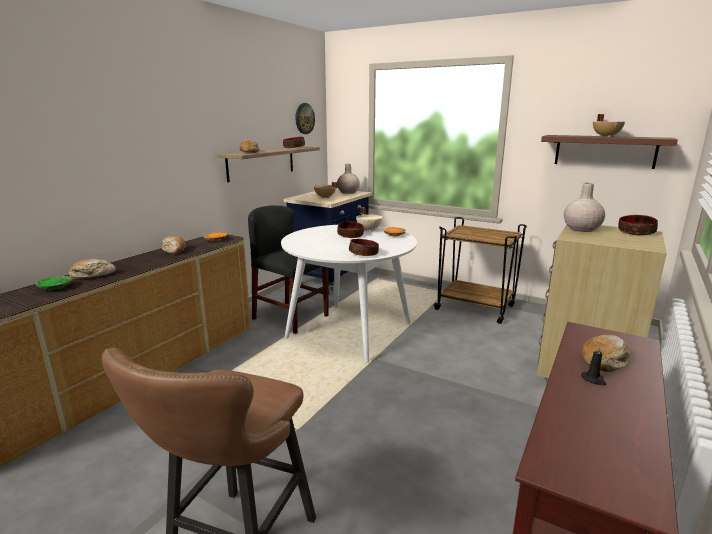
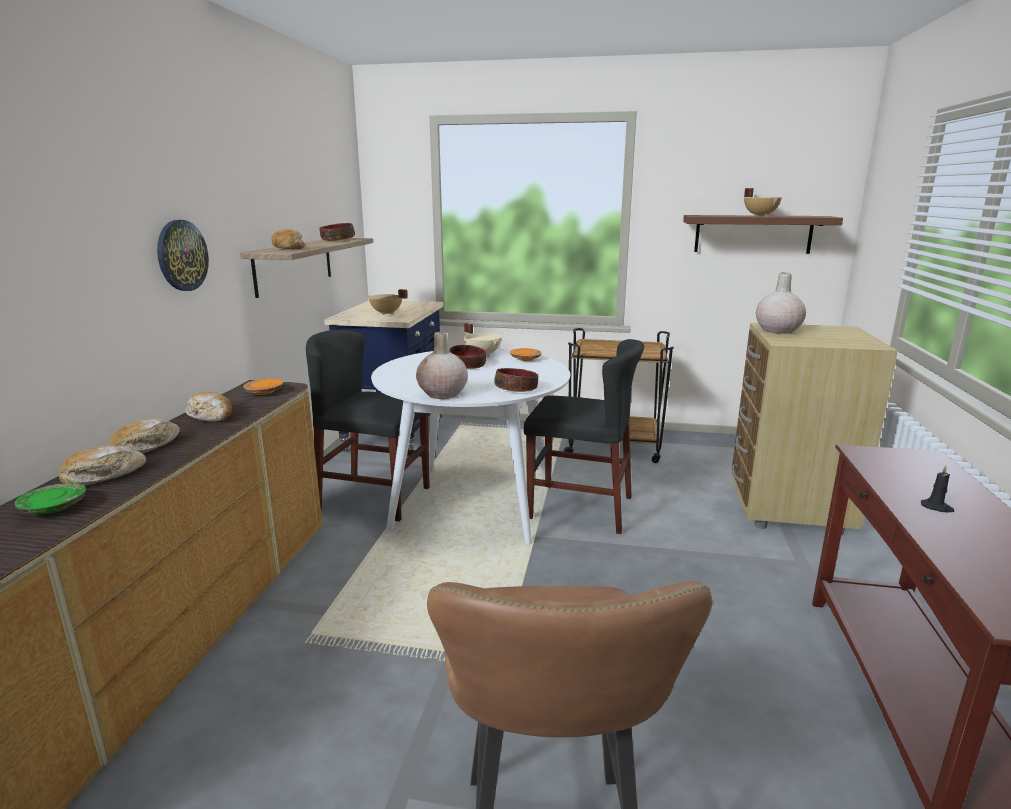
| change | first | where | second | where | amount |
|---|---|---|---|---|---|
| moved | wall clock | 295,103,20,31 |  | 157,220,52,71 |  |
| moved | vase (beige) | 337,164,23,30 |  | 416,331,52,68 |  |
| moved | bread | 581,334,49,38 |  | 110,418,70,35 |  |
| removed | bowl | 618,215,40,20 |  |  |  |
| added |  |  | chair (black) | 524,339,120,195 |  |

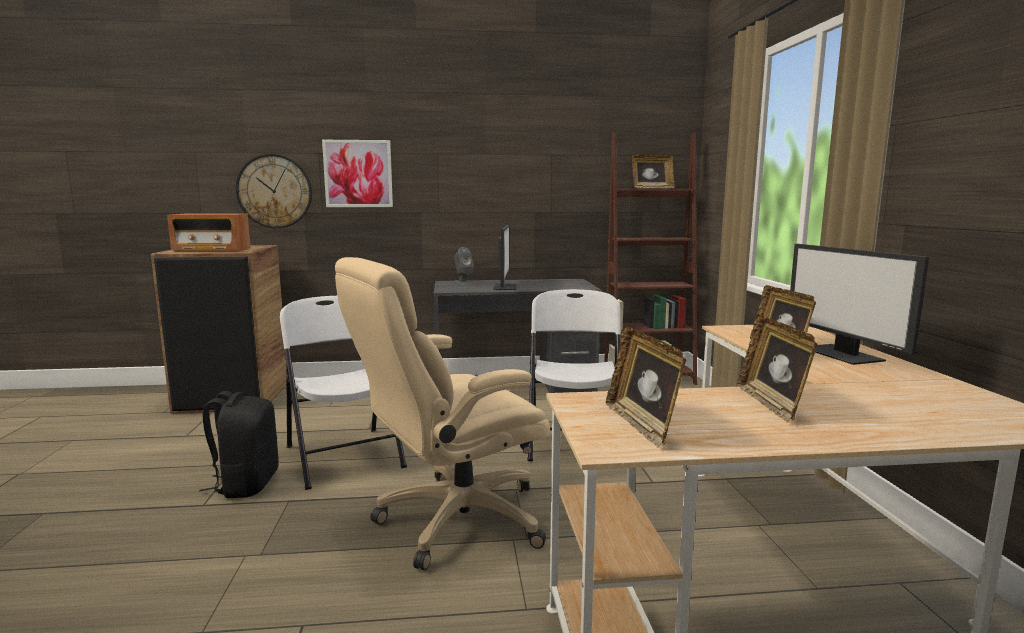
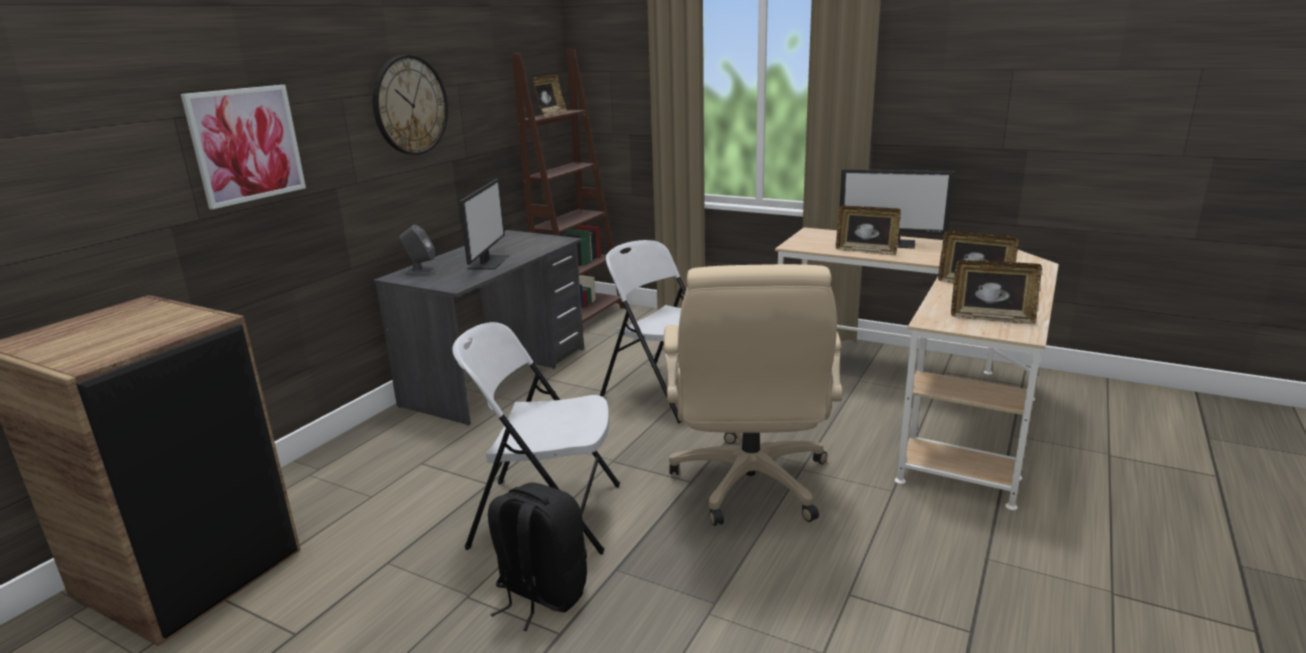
| change | first | where | second | where | amount |
|---|---|---|---|---|---|
| removed | radio | 167,214,84,38 |  |  |  |
| moved | wall clock | 236,154,76,74 |  | 373,55,75,100 |  |
| turned | monitor | 493,225,24,65 |  | 459,179,50,91 | 60 degrees clockwise |

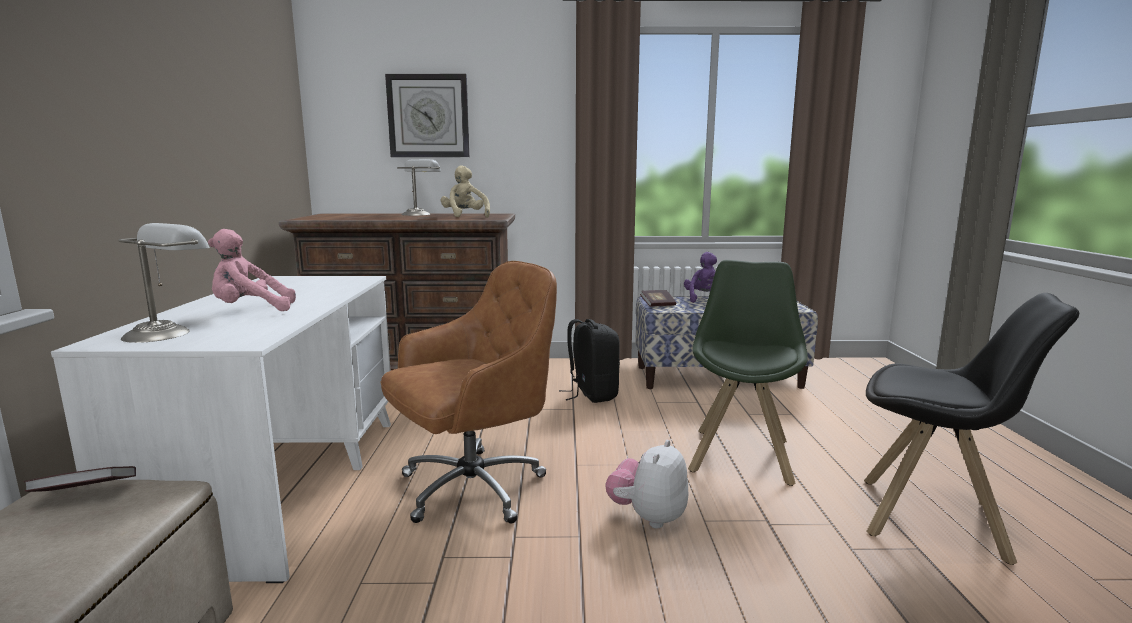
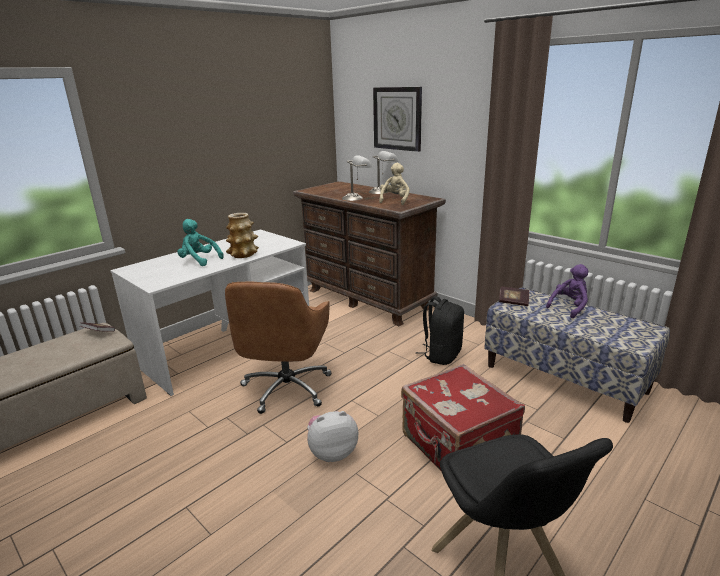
| change | first | where | second | where | amount |
|---|---|---|---|---|---|
| moved | table lamp (white) | 118,223,92,120 |  | 342,155,30,46 |  |
| recoloured | plush toy (pink) | 208,229,88,82 | plush toy (turquoise) | 177,219,47,47 |  |
| turned | office chair (brown) | 380,261,177,262 |  | 225,282,106,132 | 90 degrees clockwise |
| replaced | chair (green) | 688,260,120,226 | suitcase (red) | 401,364,124,108 |  |
| added |  |  | vase | 226,213,33,45 |  |

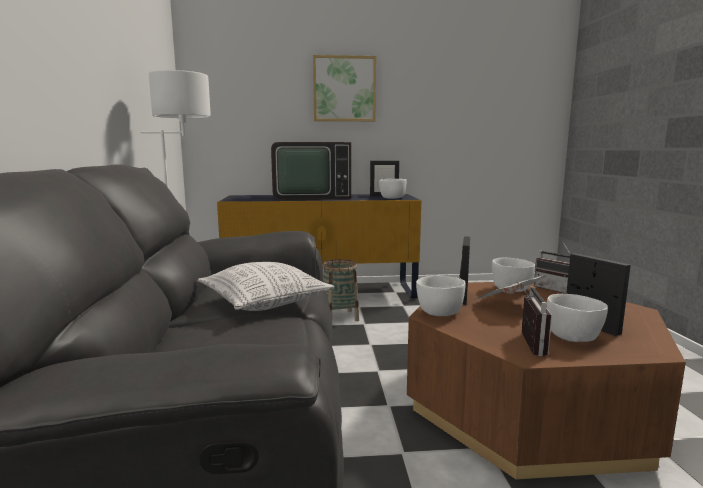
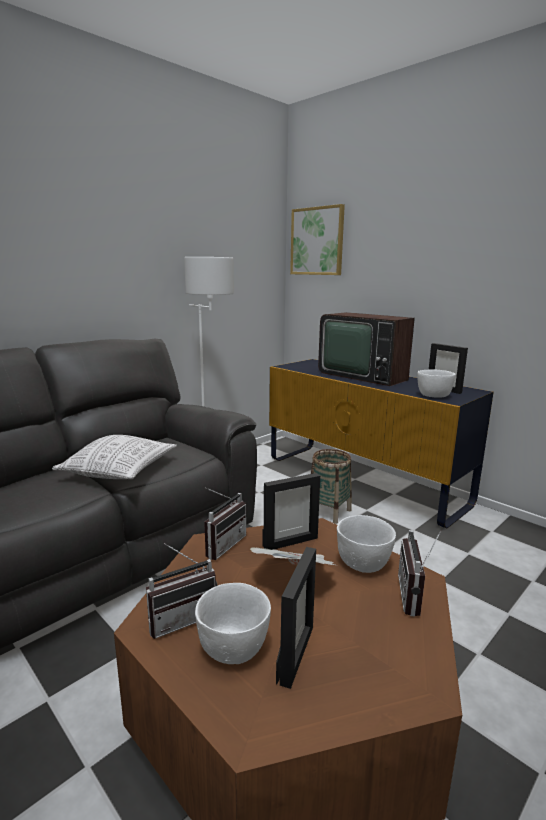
| change | first | where | second | where | amount |
|---|---|---|---|---|---|
| moved | picture | 313,55,63,66 |  | 290,204,55,71 |  |
| replaced | bowl (white) | 416,276,50,40 | radio | 204,488,42,72 |  |

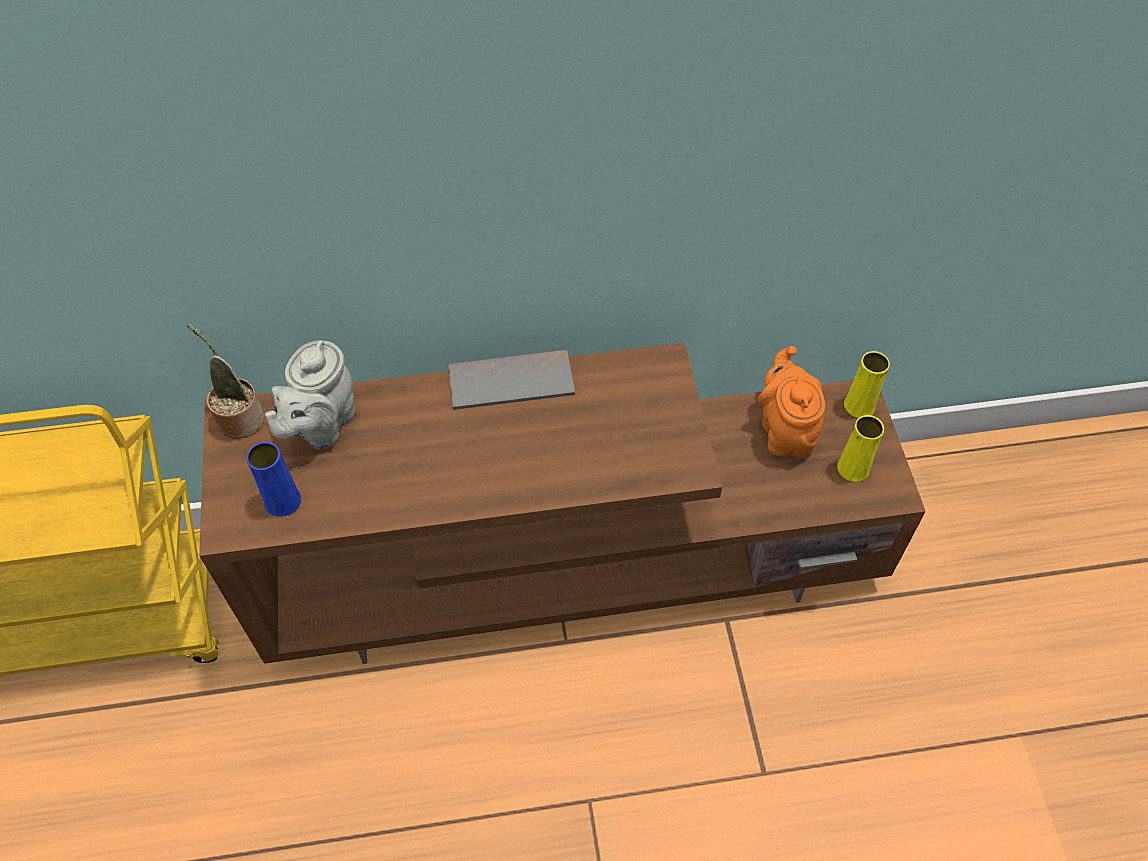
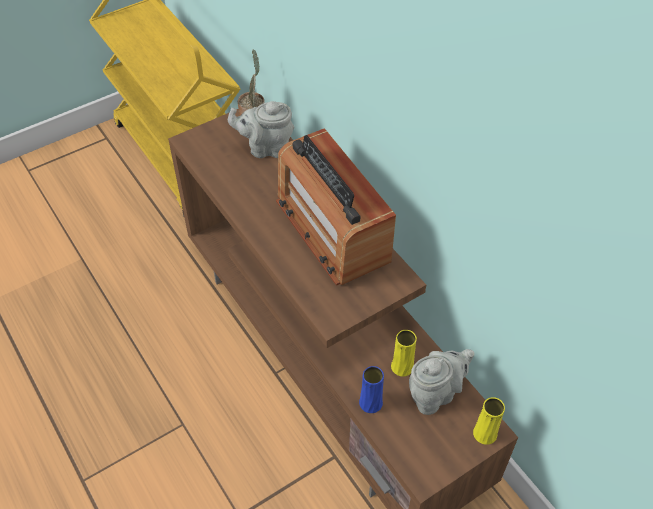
| change | first | where | second | where | amount |
|---|---|---|---|---|---|
| moved | vase (blue) | 247,442,54,75 |  | 359,366,25,47 |  |
| recoloured | teapot (orange) | 758,346,67,111 | teapot (grey) | 409,349,66,66 |  |
| moved | vase (yellow) | 837,415,47,67 |  | 391,330,26,47 |  |
| added |  |  | radio | 276,128,120,158 |  |

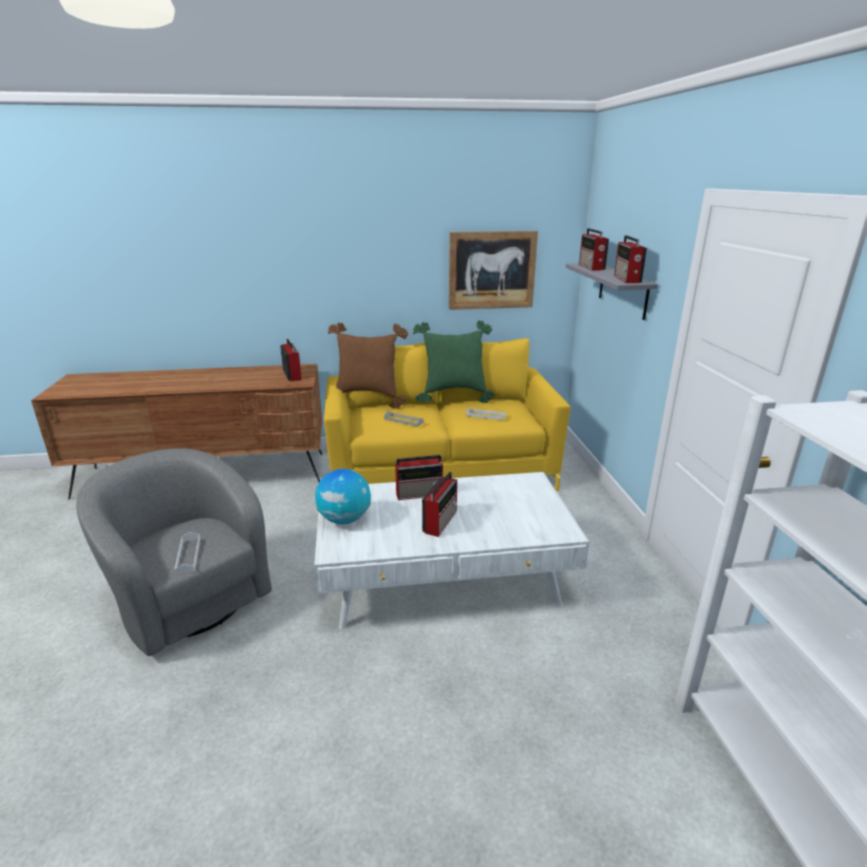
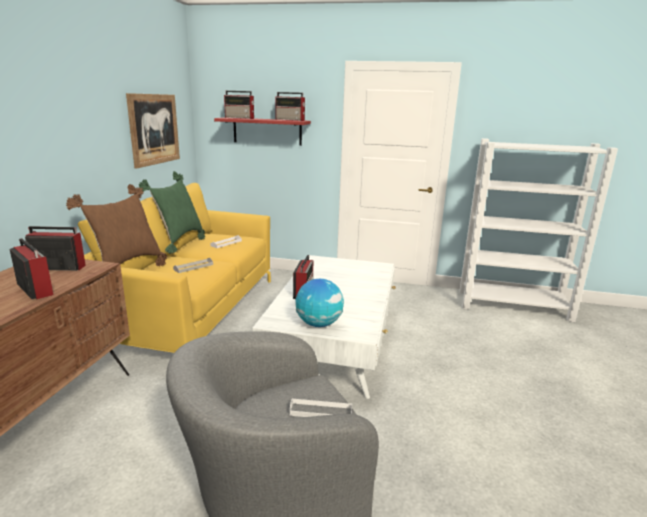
| change | first | where | second | where | amount |
|---|---|---|---|---|---|
| moved | radio | 422,472,35,65 |  | 9,238,44,61 |  |
| recoloured | shelf (grey) | 566,263,92,57 | shelf (red) | 214,117,97,29 |  |

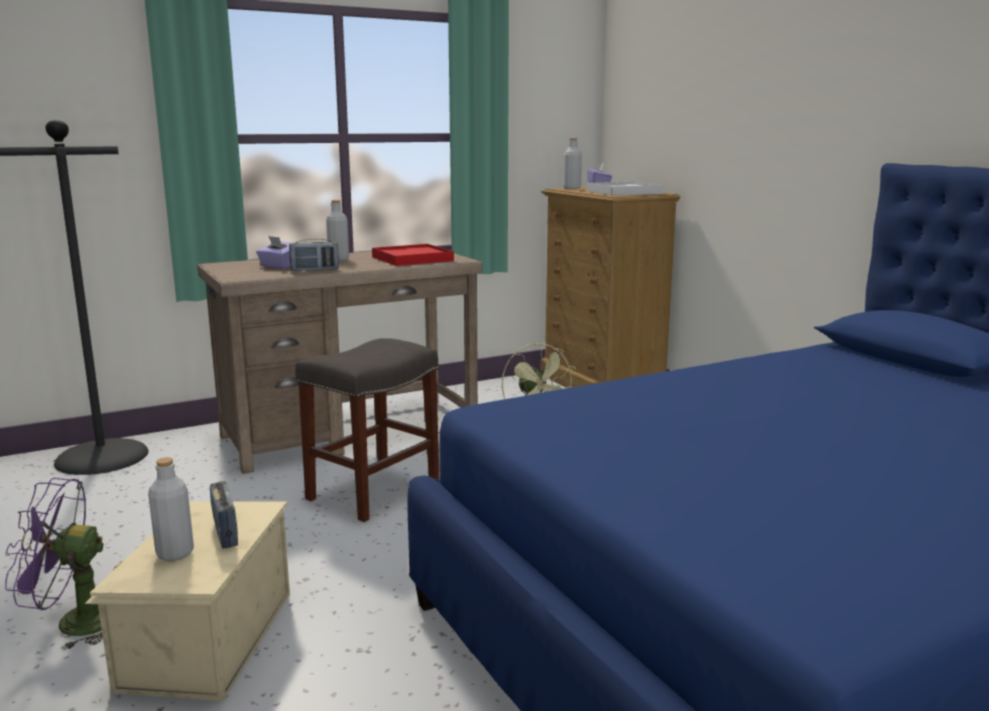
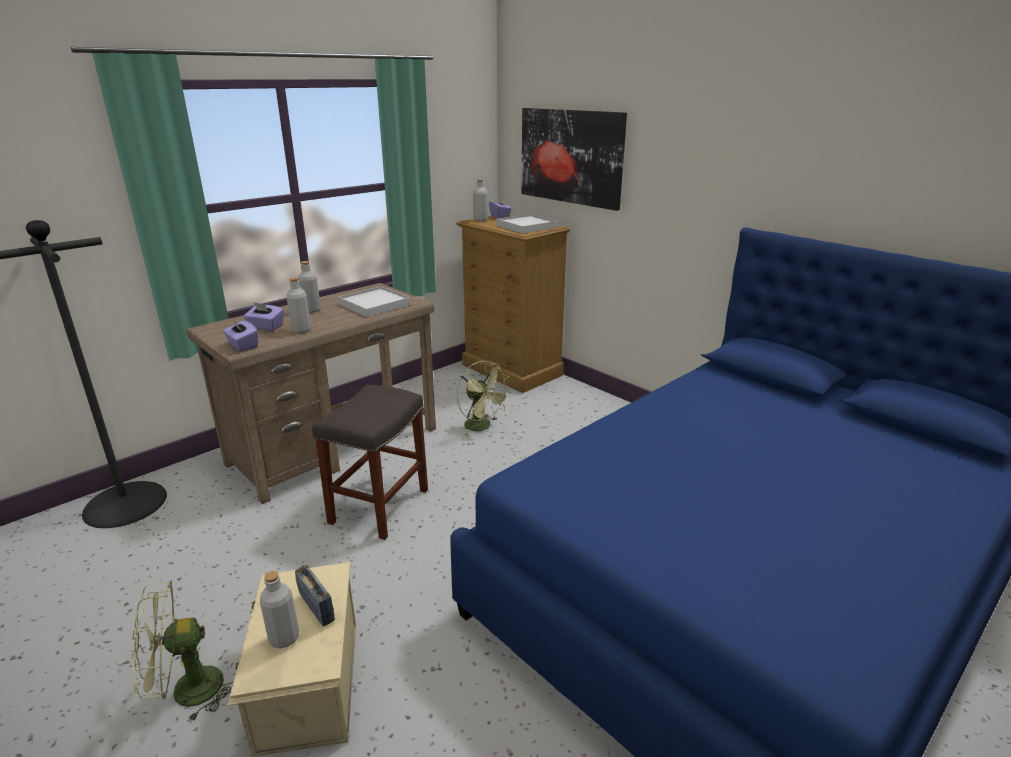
| change | first | where | second | where | amount |
|---|---|---|---|---|---|
| recoloured | fan (purple) | 5,478,99,172 | fan (green) | 132,581,101,142 |  |
| replaced | radio | 289,239,50,33 | bottle (grey) | 286,277,25,56 |  |
| recoloured | tray (red) | 372,244,82,22 | tray (white) | 338,286,73,31 |  |
| added |  |  | tissue box (purple) | 223,320,35,32 |  |
| added |  |  | picture | 521,108,106,103 |  |

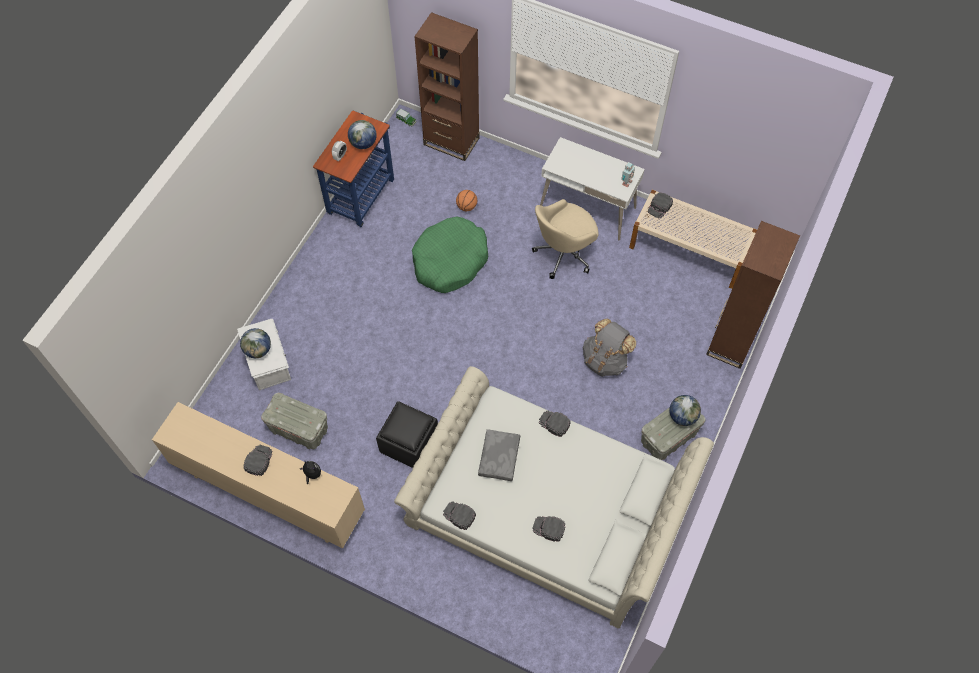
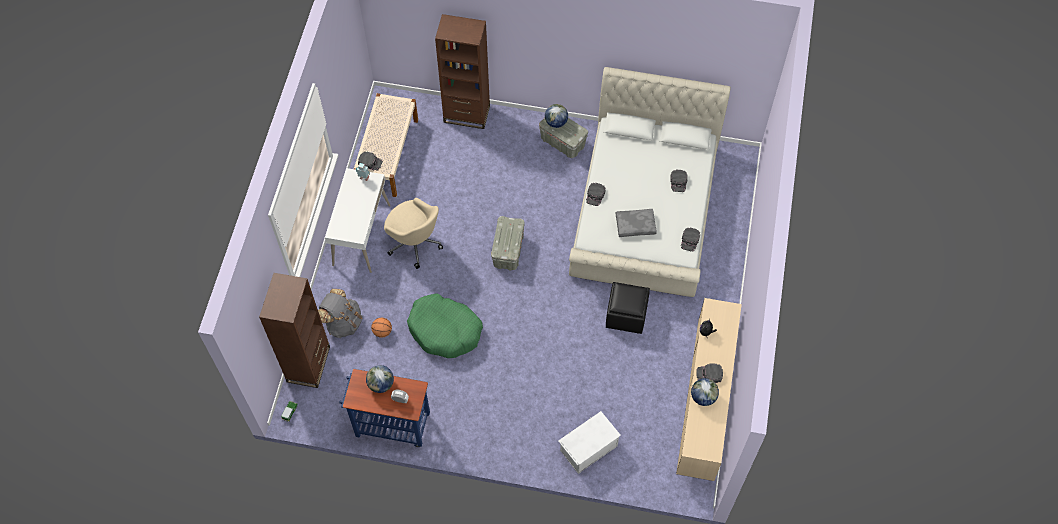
| change | first | where | second | where | amount |
|---|---|---|---|---|---|
| moved | globe | 240,328,31,30 |  | 691,378,28,28 |  |
| moved | storage box (grey) | 261,393,67,56 |  | 491,216,34,55 |  |
| moved | backpack (grey) | 583,319,53,58 |  | 318,289,45,49 |  |

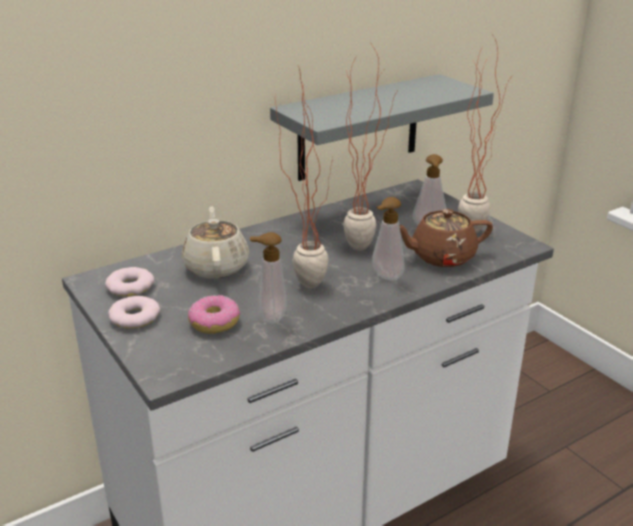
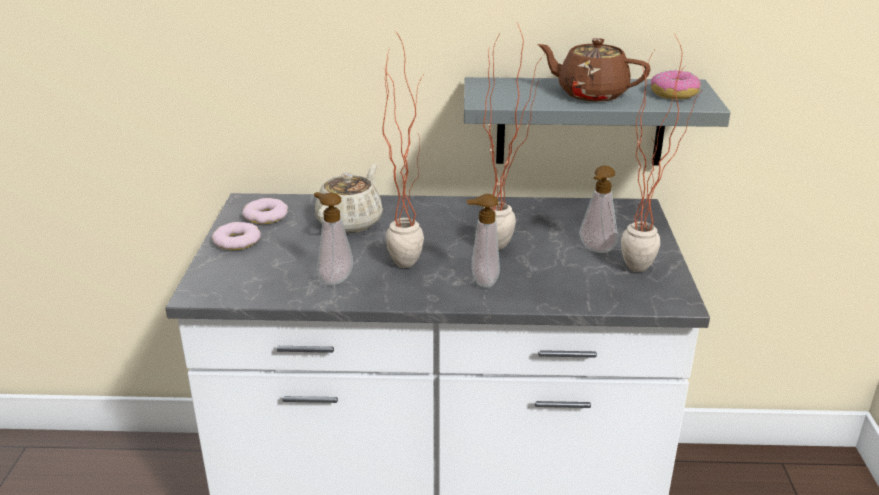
| change | first | where | second | where | amount |
|---|---|---|---|---|---|
| moved | donut | 188,295,52,39 |  | 651,70,50,29 |  |
| moved | teapot (brown) | 399,209,94,58 |  | 537,38,114,64 |  |

